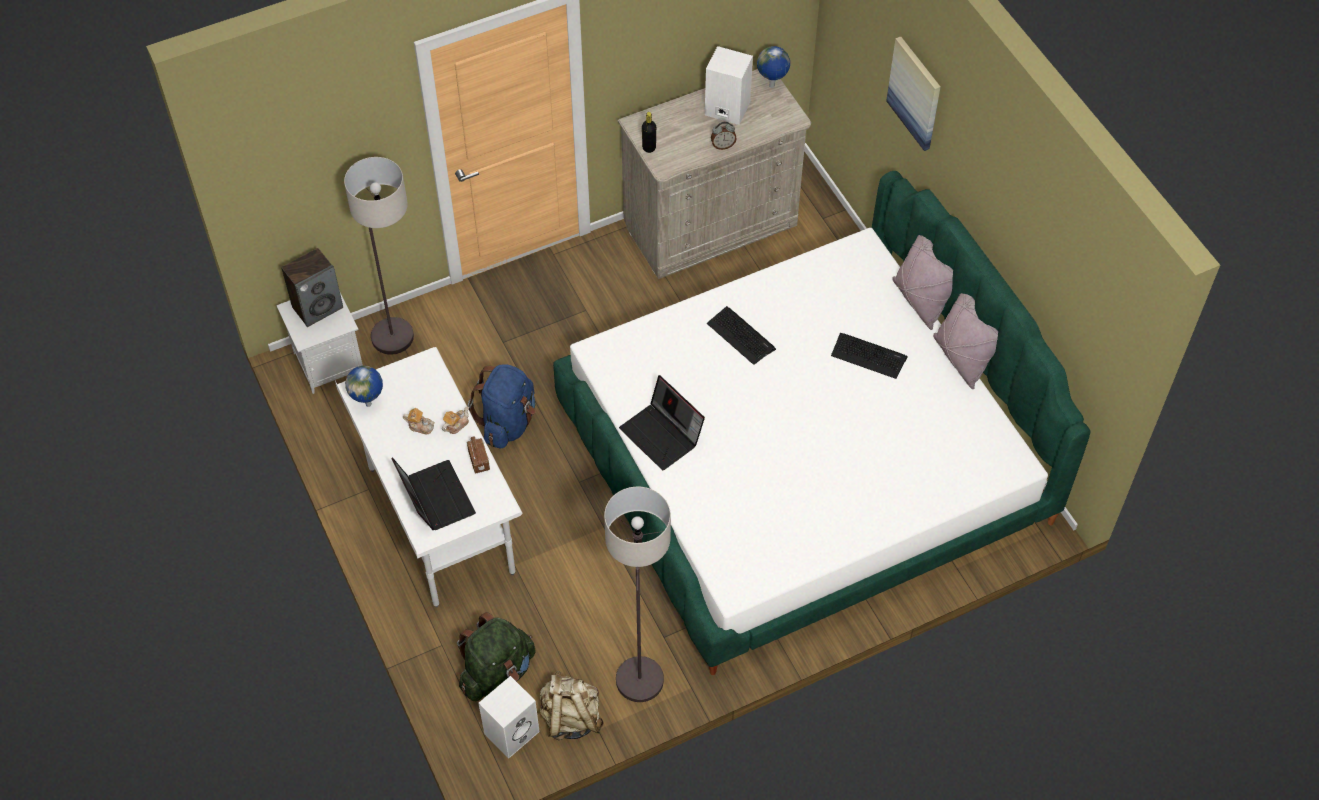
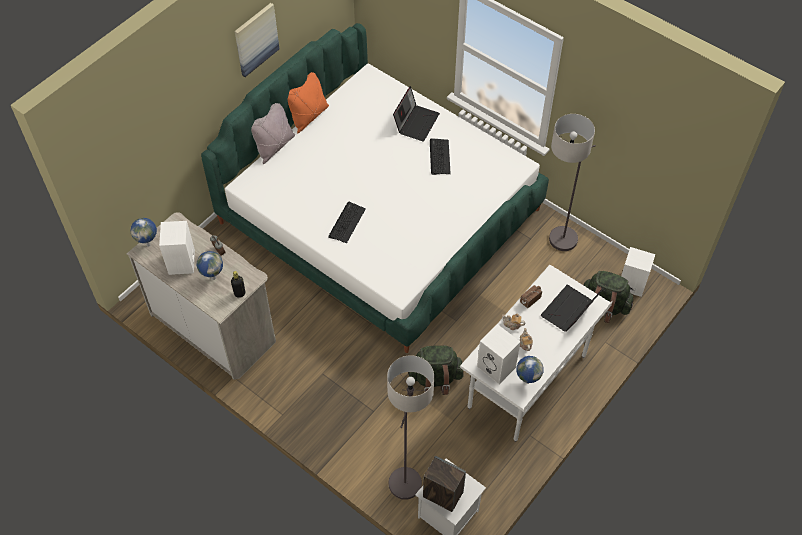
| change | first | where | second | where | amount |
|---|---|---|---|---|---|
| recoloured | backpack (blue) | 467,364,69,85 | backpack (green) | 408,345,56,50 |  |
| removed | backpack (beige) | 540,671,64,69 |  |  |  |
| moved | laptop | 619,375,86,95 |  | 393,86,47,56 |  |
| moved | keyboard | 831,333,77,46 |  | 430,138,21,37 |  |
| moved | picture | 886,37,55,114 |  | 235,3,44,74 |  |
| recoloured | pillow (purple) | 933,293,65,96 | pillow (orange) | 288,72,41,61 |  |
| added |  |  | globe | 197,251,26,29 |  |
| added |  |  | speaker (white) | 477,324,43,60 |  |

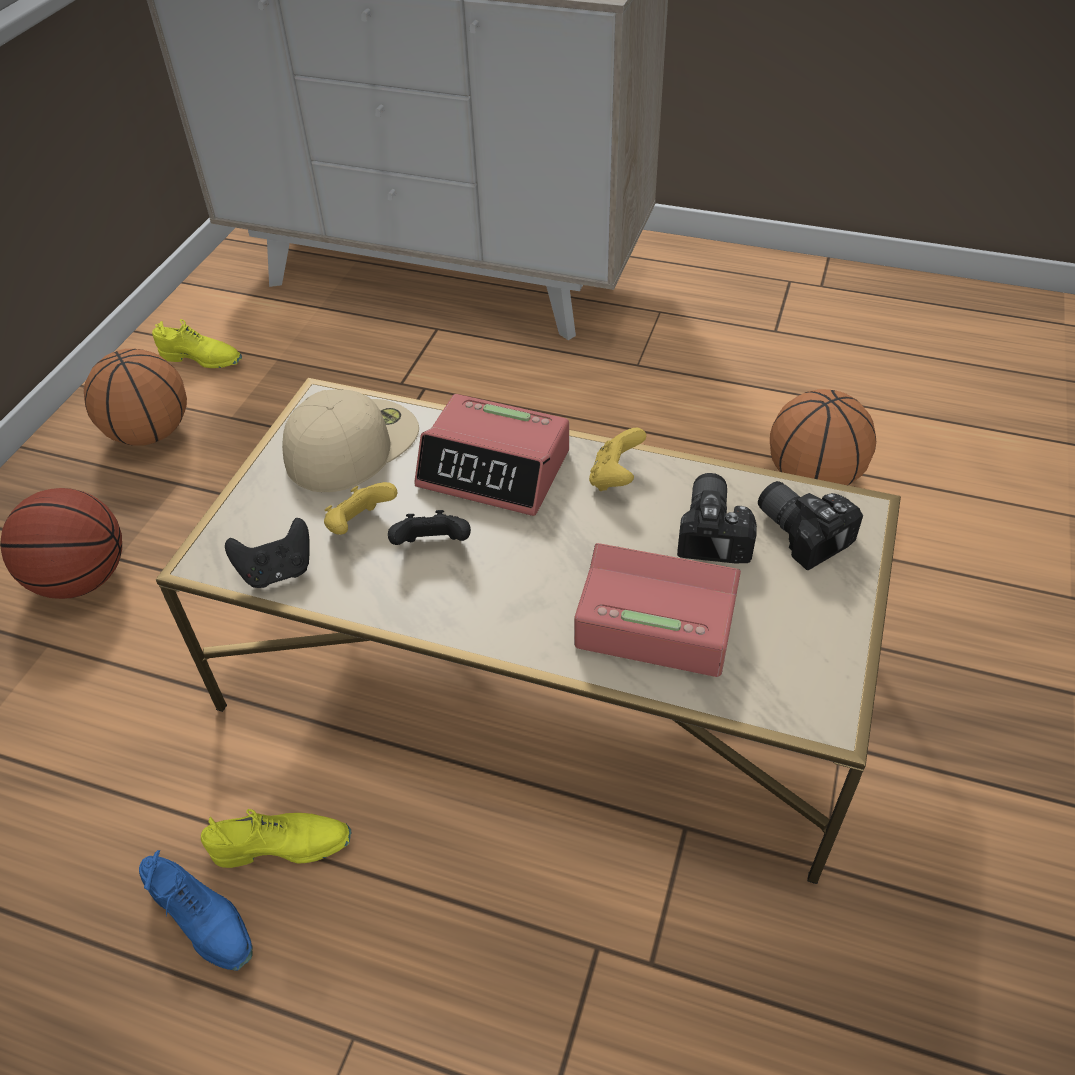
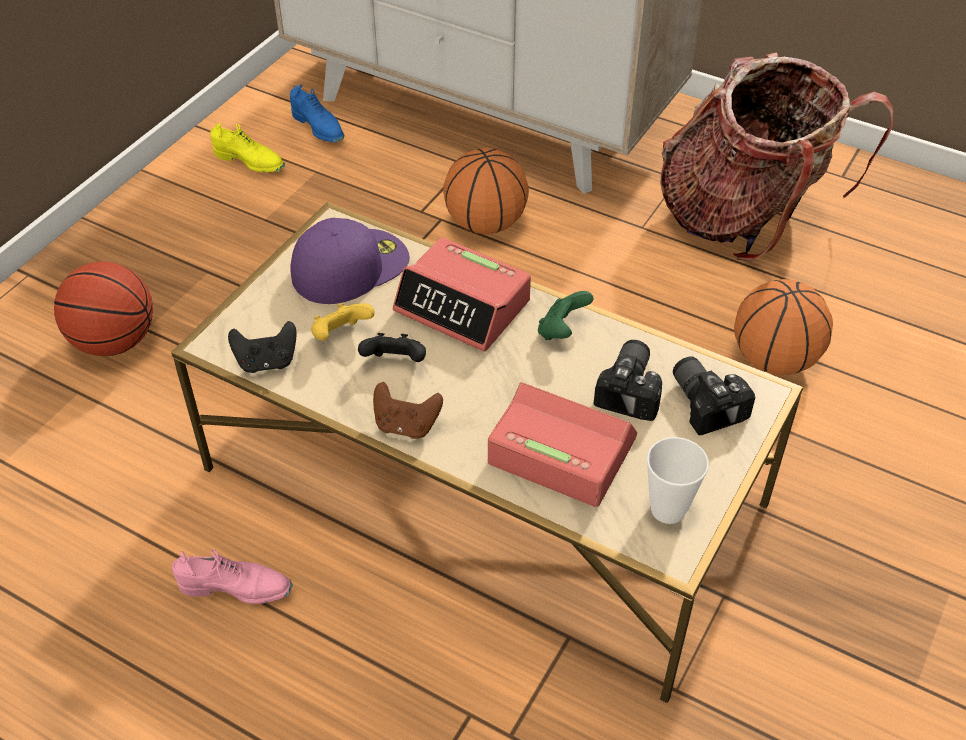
| change | first | where | second | where | amount |
|---|---|---|---|---|---|
| moved | basketball | 84,349,103,97 |  | 443,148,86,86 |  |
| moved | shoe (blue) | 139,850,114,121 |  | 290,85,54,58 |  |
| recoloured | shoe (yellow) | 201,809,150,59 | shoe (pink) | 172,550,121,54 |  |
| recoloured | cap (beige) | 282,389,137,103 | cap (purple) | 291,218,118,86 |  |
| recoloured | game controller (yellow) | 589,428,57,63 | game controller (green) | 538,291,55,49 |  |
| added |  |  | game controller (brown) | 373,382,70,57 |  |
| added |  |  | cup | 647,437,62,87 |  |
| added |  |  | backpack | 661,52,233,209 |  |

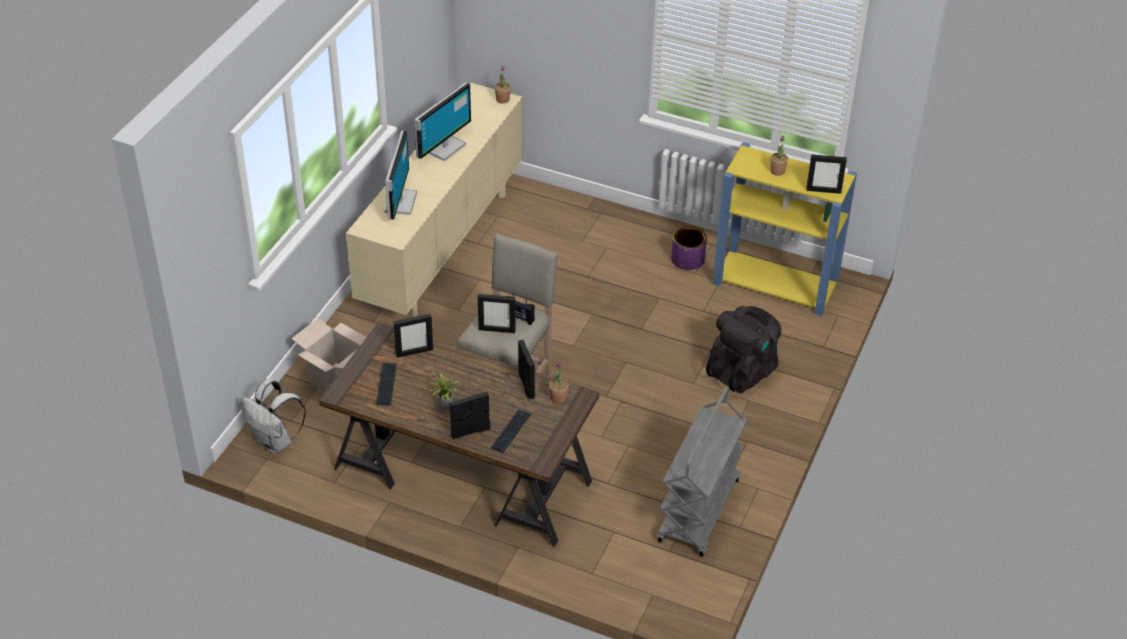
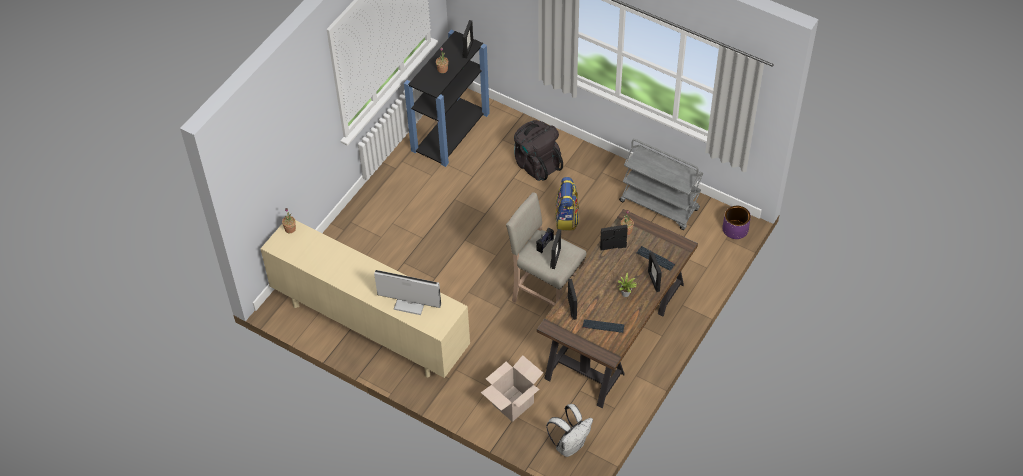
| change | first | where | second | where | amount |
|---|---|---|---|---|---|
| removed | monitor | 414,82,57,79 |  |  |  |
| moved | planter (purple) | 671,227,36,43 |  | 722,206,29,33 |  |
| recoloured | bookcase (yellow) | 713,142,144,174 | bookcase (black) | 404,30,86,137 |  |
| added |  |  | backpack | 555,177,24,54 |  |

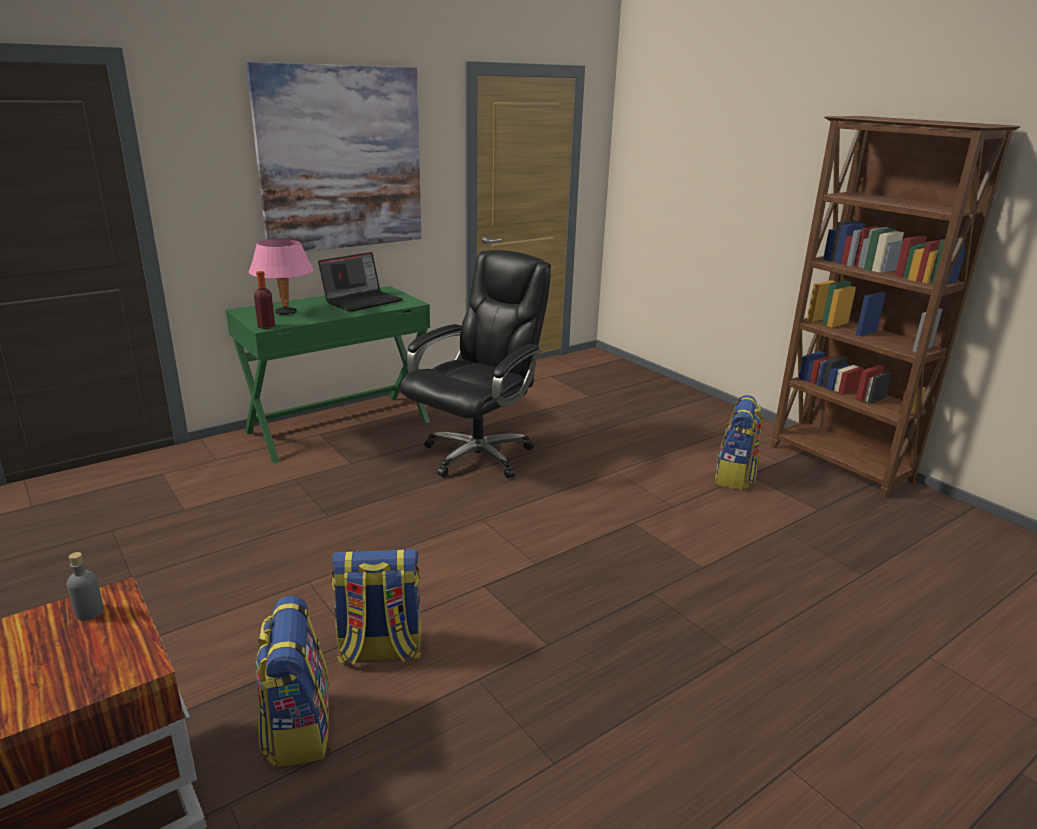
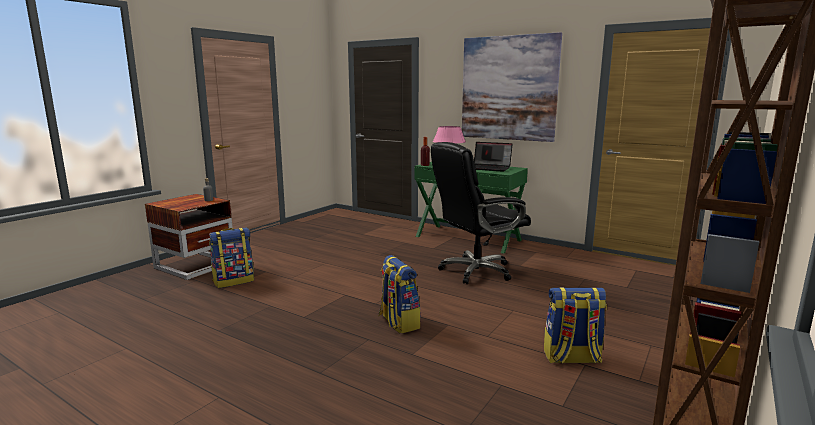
| change | first | where | second | where | amount |
|---|---|---|---|---|---|
| moved | backpack | 331,548,90,117 |  | 379,255,41,78 |  |
| turned | office chair (black) | 400,250,151,228 |  | 431,142,100,142 | 135 degrees clockwise |

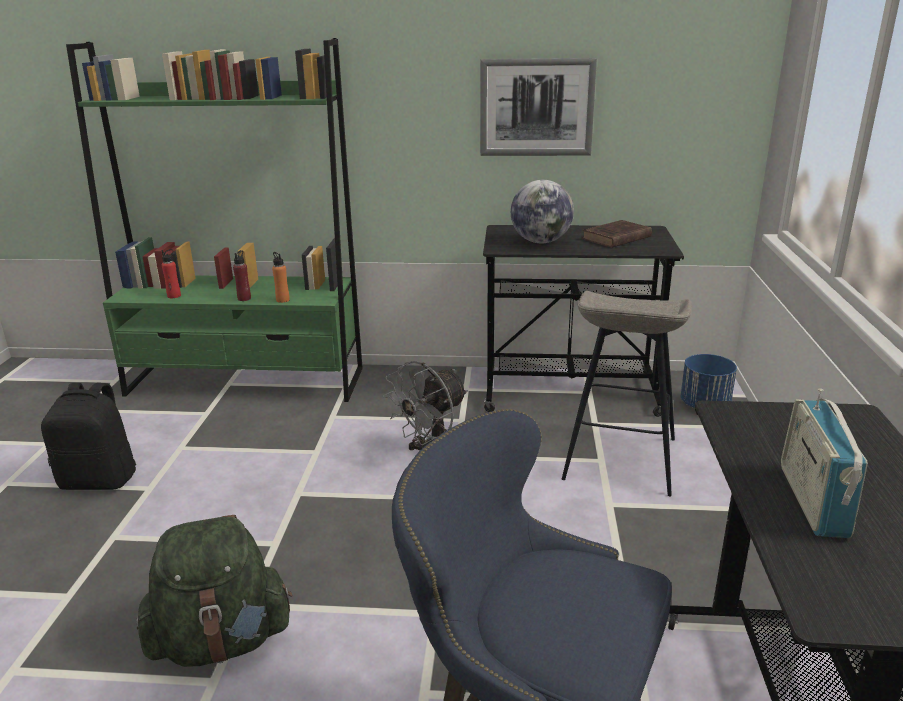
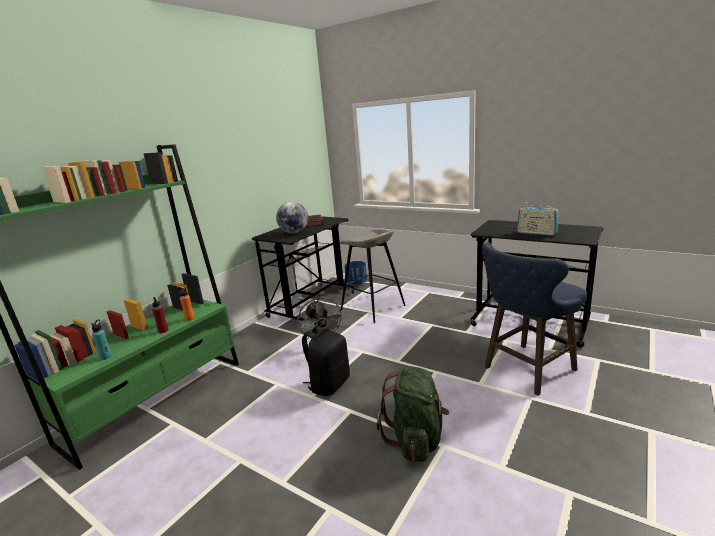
| change | first | where | second | where | amount |
|---|---|---|---|---|---|
| moved | backpack (black) | 41,383,95,107 |  | 302,325,48,71 |  |
| recoloured | bottle (red) | 162,249,19,49 | bottle (turquoise) | 91,320,21,40 |  |
| removed | picture | 480,58,117,98 |  |  |  |

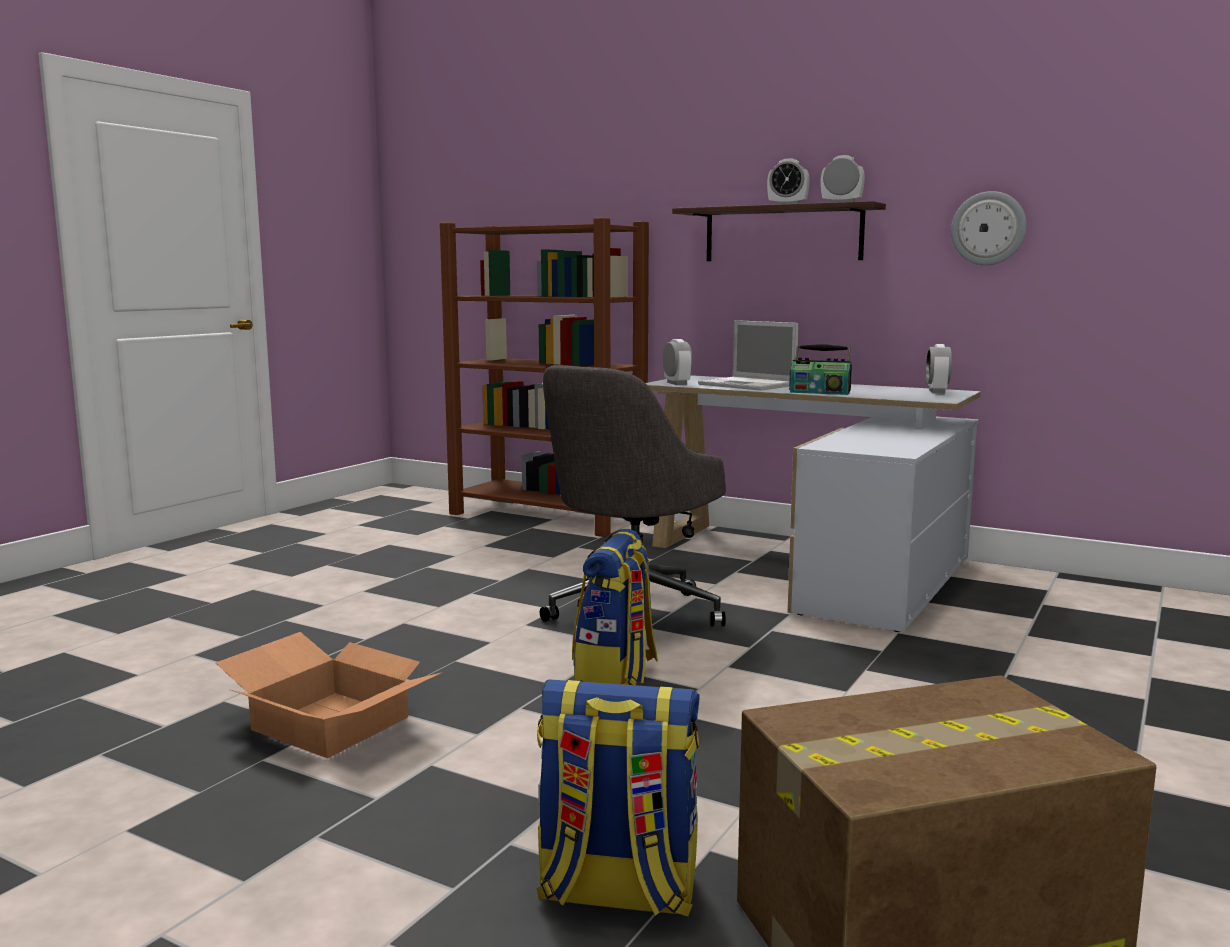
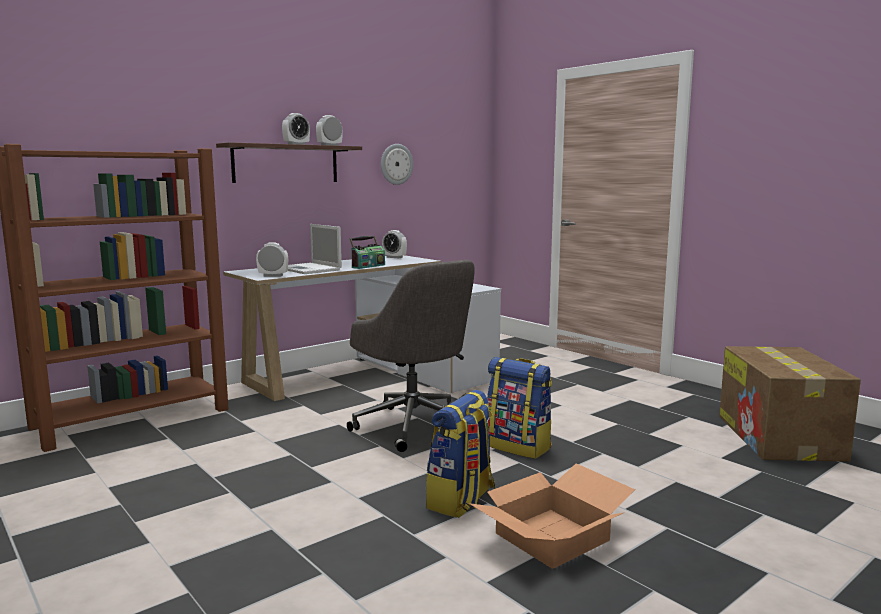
| change | first | where | second | where | amount |
|---|---|---|---|---|---|
| moved | backpack | 537,679,162,238 |  | 426,390,69,128 |  |
| turned | laptop | 698,320,101,71 |  | 288,224,54,50 | 75 degrees clockwise |

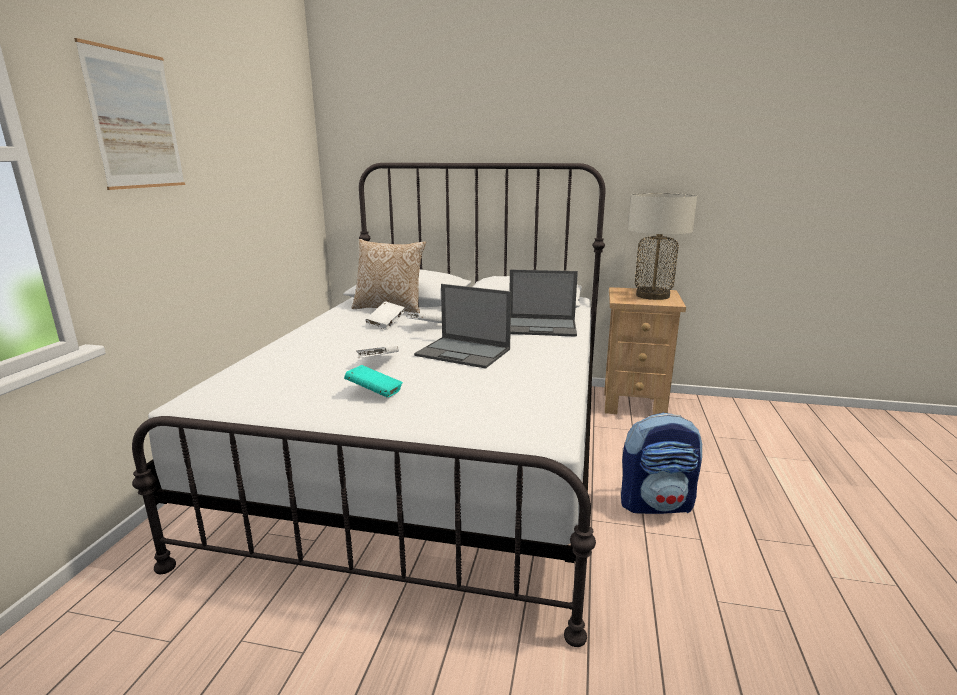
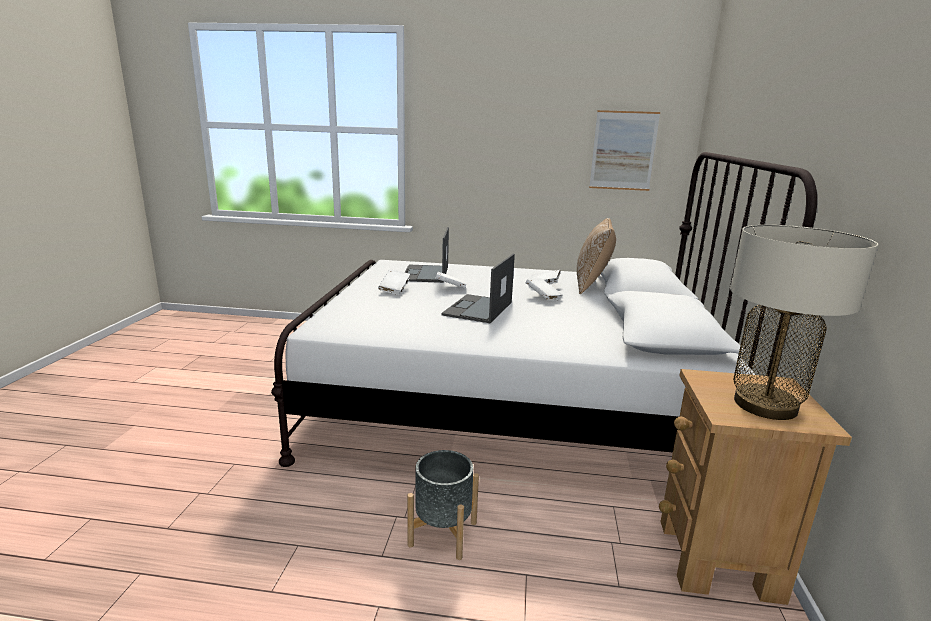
| change | first | where | second | where | amount |
|---|---|---|---|---|---|
| moved | picture | 74,38,111,152 |  | 589,110,71,81 |  |
| recoloured | book (turquoise) | 344,365,59,33 | book (white) | 378,269,32,26 |  |
| moved | laptop | 509,269,69,68 |  | 404,227,45,56 |  |
| replaced | backpack | 621,413,81,101 | planter (grey) | 407,450,72,110 |  |

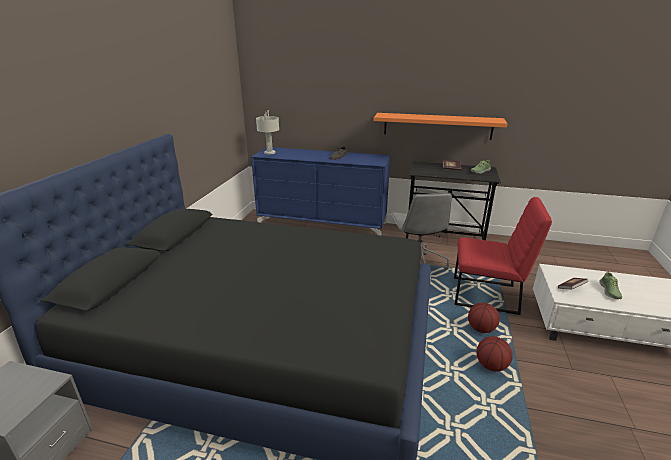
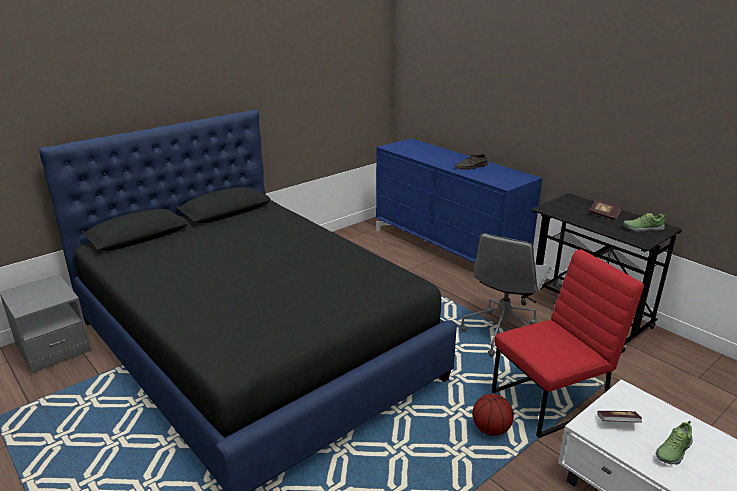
| change | first | where | second | where | amount |
|---|---|---|---|---|---|
| removed | table lamp (grey) | 256,110,23,44 |  |  |  |
| removed | shelf (orange) | 373,113,134,27 |  |  |  |
| turned | chair (red) | 454,197,98,118 |  | 492,249,152,189 | 75 degrees counterclockwise |
| removed | basketball | 477,336,36,36 |  |  |  |

